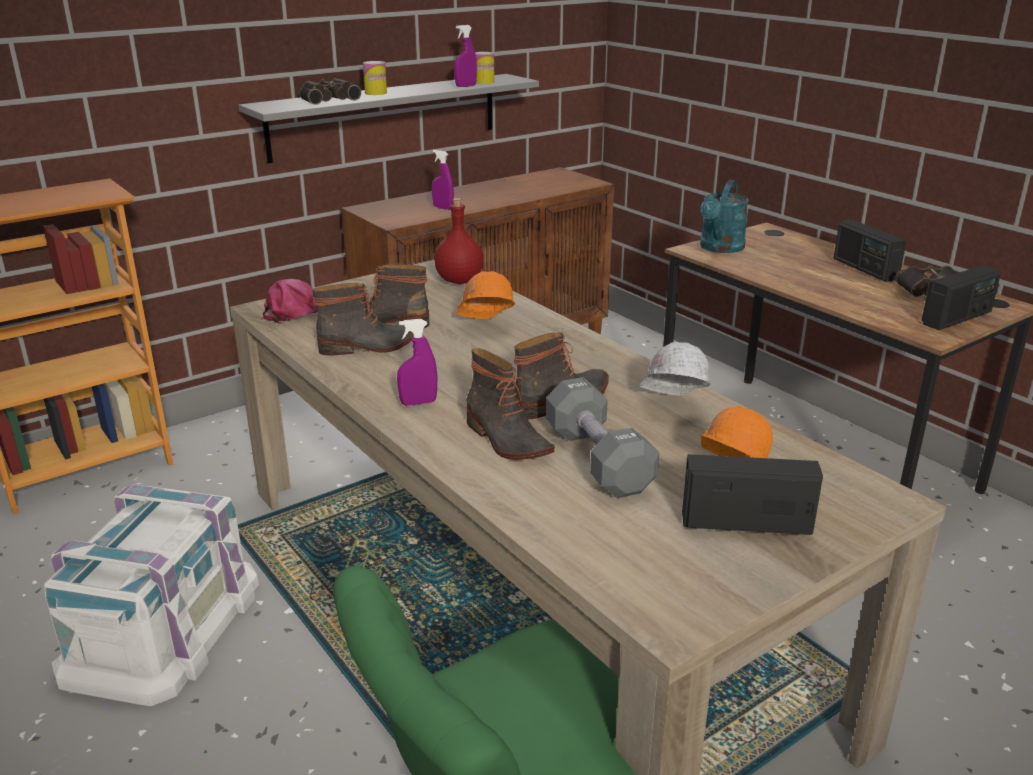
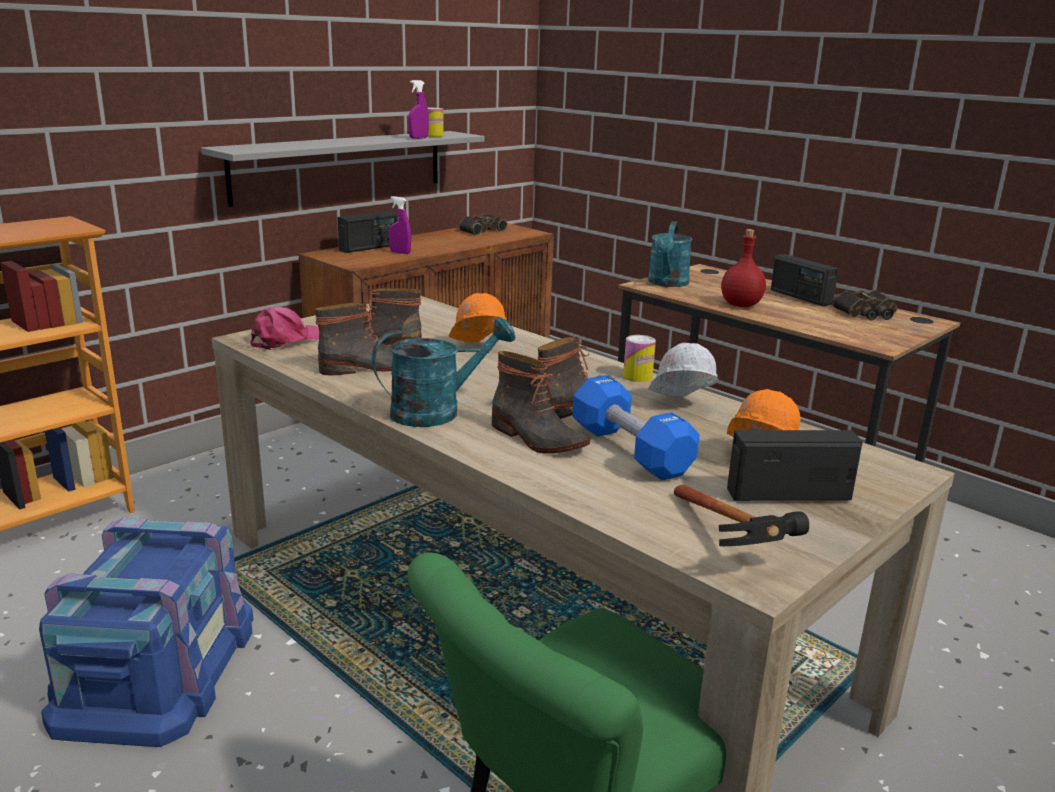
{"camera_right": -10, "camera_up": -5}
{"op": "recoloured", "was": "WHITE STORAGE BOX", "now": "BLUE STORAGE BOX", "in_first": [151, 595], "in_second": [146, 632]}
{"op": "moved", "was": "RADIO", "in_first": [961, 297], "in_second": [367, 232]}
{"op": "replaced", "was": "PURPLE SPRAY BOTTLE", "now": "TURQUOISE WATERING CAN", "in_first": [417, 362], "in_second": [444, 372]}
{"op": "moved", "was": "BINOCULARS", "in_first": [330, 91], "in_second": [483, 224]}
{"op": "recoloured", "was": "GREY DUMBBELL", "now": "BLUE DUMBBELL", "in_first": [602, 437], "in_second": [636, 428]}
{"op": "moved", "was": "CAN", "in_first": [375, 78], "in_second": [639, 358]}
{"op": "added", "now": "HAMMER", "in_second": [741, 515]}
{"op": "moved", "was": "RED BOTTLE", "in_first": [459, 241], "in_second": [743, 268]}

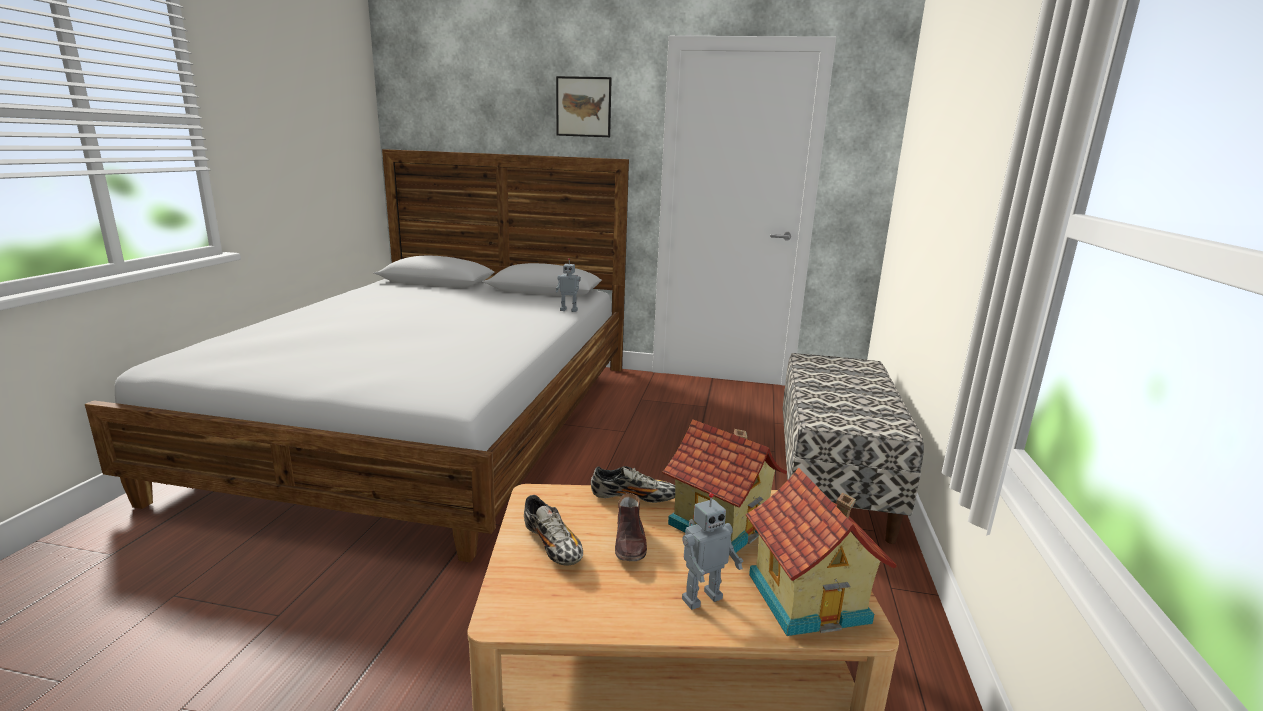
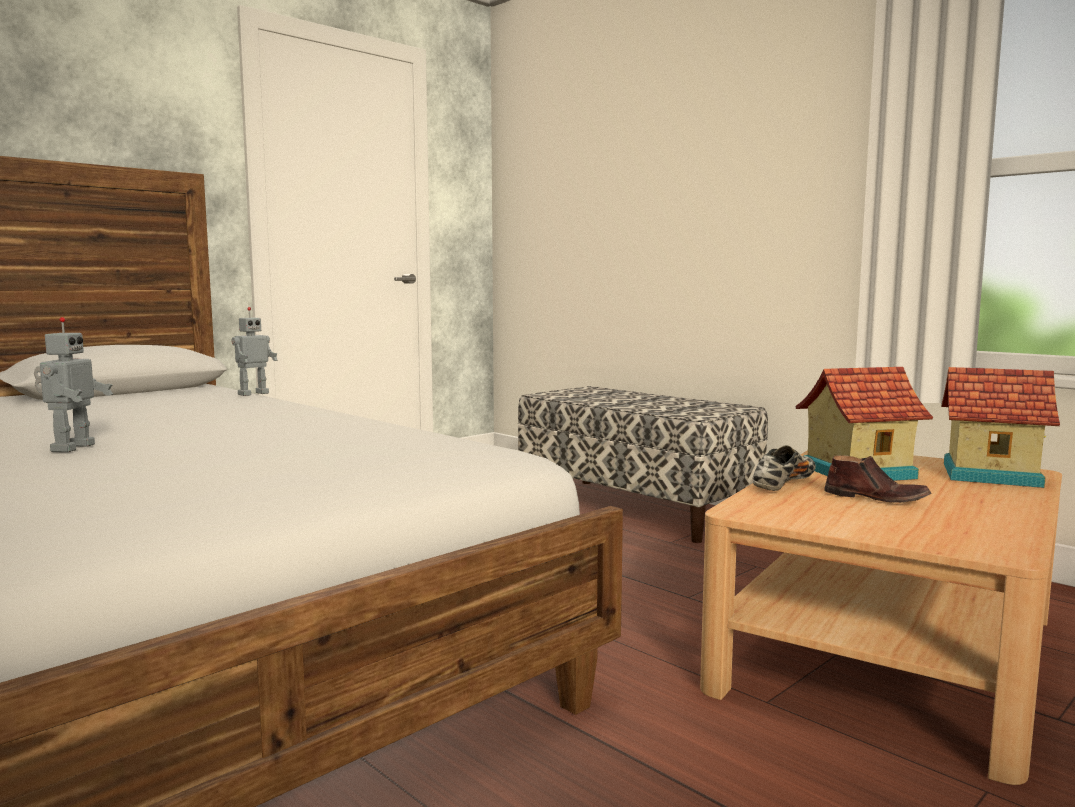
{"camera_right": -55, "camera_up": -10}
{"op": "moved", "was": "TOY ROBOT", "in_first": [712, 551], "in_second": [73, 384]}
{"op": "removed", "was": "SHOE", "in_first": [553, 530]}
{"op": "removed", "was": "PICTURE", "in_first": [584, 106]}

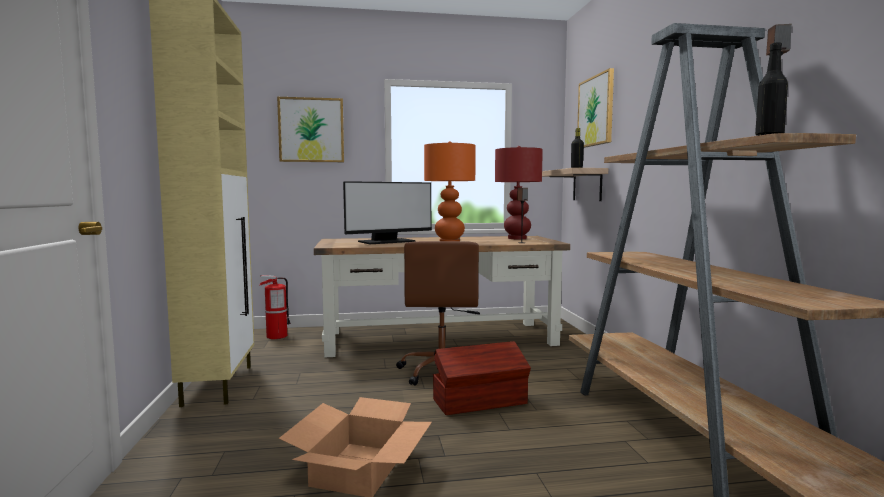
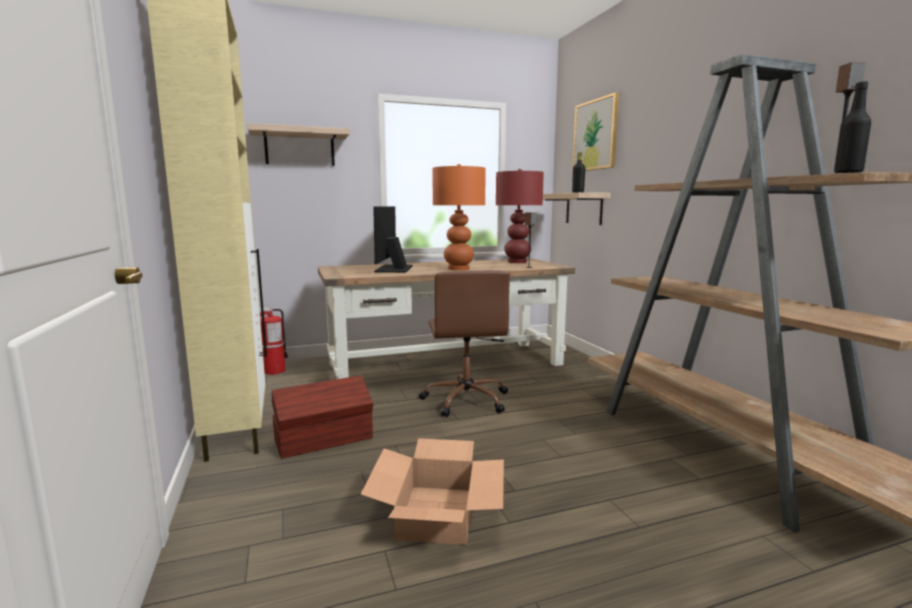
{"camera_right": -10, "camera_up": 5}
{"op": "replaced", "was": "PICTURE", "now": "SHELF", "in_first": [310, 129], "in_second": [298, 144]}
{"op": "moved", "was": "BROWN STORAGE BOX", "in_first": [482, 378], "in_second": [322, 417]}
{"op": "turned", "was": "MONITOR", "in_first": [387, 212], "in_second": [393, 239], "clockwise": 135}

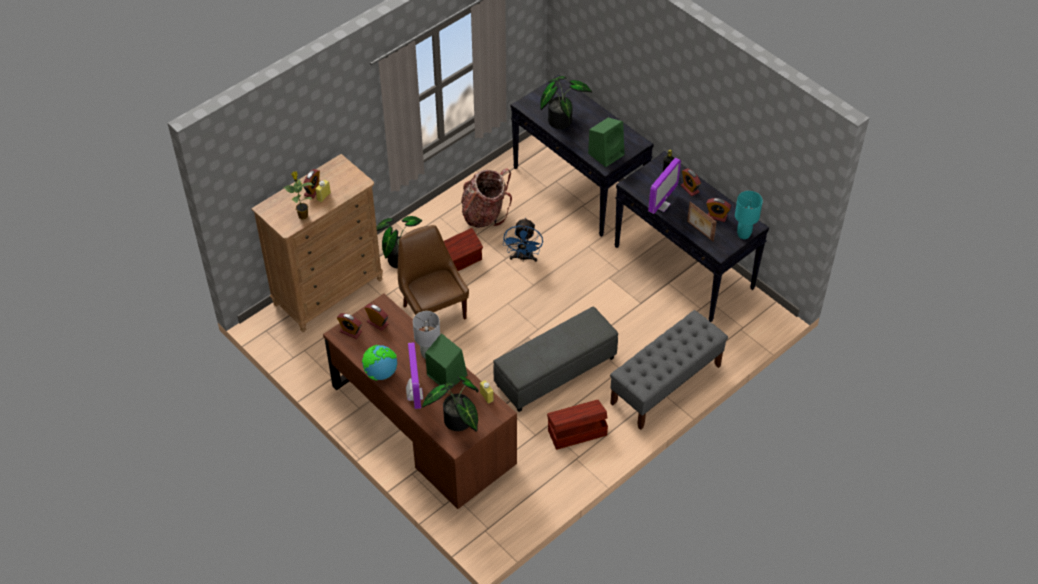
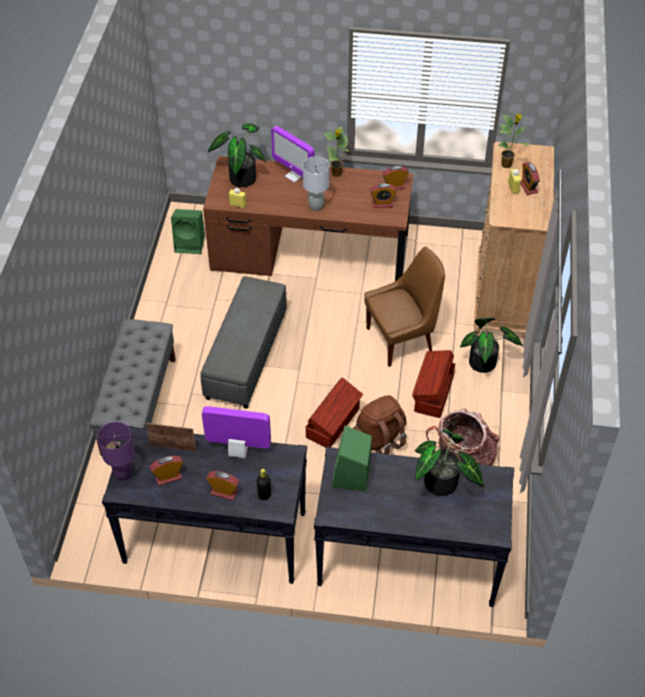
{"camera_right": 140, "camera_up": 0}
{"op": "recoloured", "was": "TURQUOISE TABLE LAMP", "now": "PURPLE TABLE LAMP", "in_first": [749, 215], "in_second": [116, 451]}
{"op": "moved", "was": "GREEN SPEAKER", "in_first": [446, 362], "in_second": [188, 231]}
{"op": "turned", "was": "MONITOR", "in_first": [664, 186], "in_second": [236, 432], "clockwise": 105}
{"op": "moved", "was": "BROWN STORAGE BOX", "in_first": [577, 425], "in_second": [334, 412]}
{"op": "replaced", "was": "GLOBE", "now": "POTTED PLANT", "in_first": [379, 363], "in_second": [336, 151]}
{"op": "replaced", "was": "BLUE FAN", "now": "BROWN BACKPACK", "in_first": [523, 240], "in_second": [380, 424]}
{"op": "turned", "was": "BROWN CHAIR", "in_first": [433, 276], "in_second": [404, 307], "clockwise": -45}

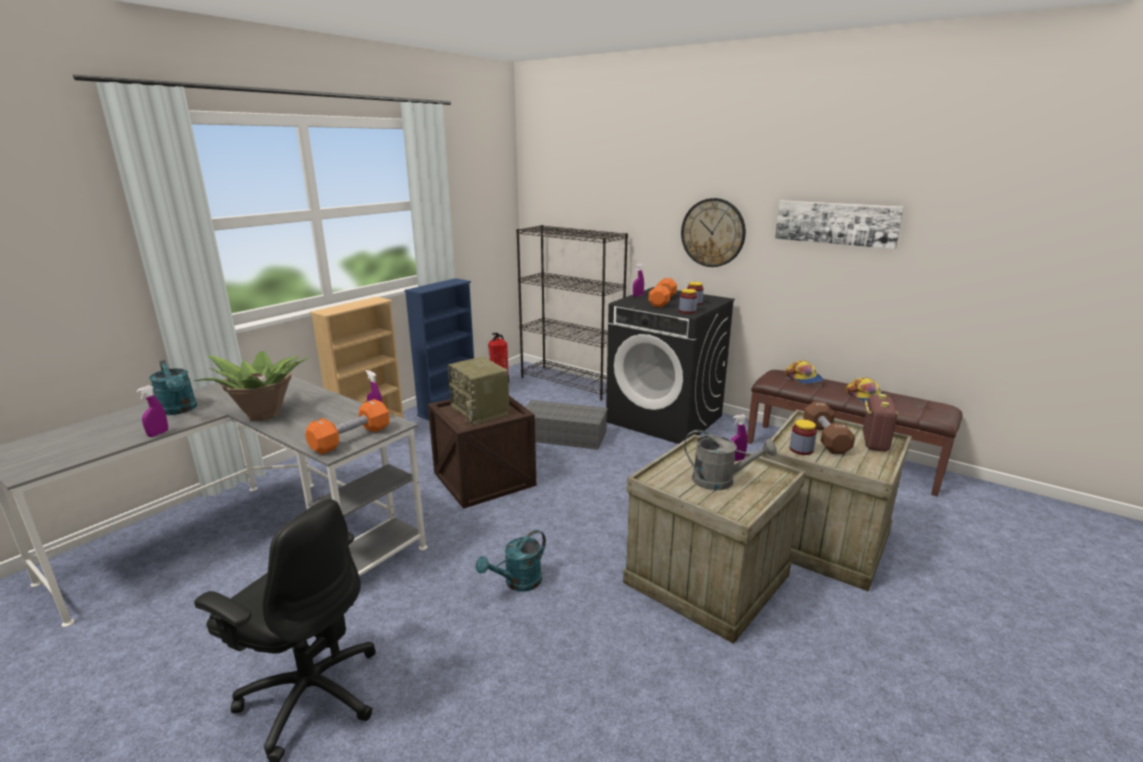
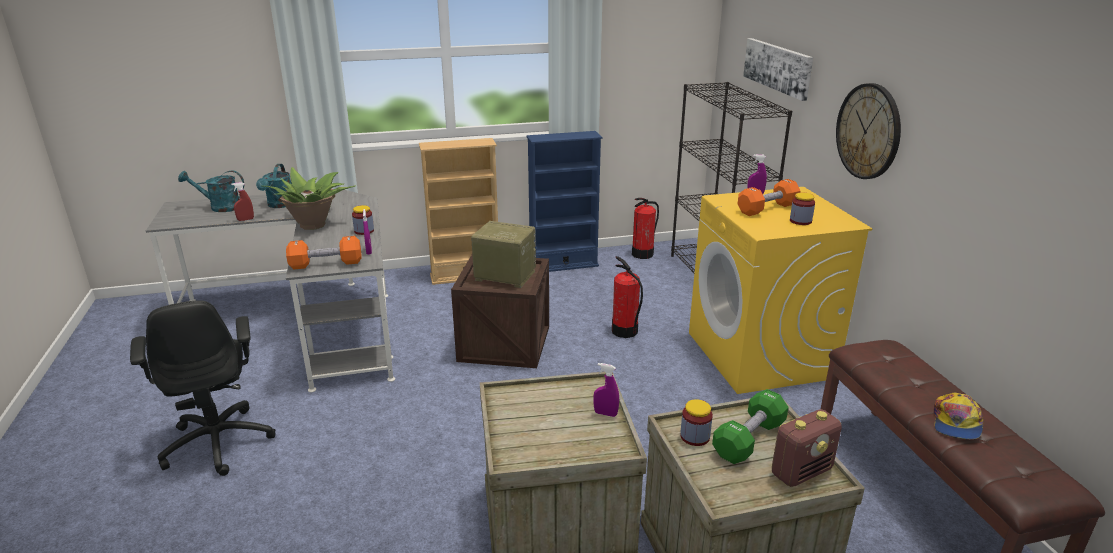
{"camera_right": 40, "camera_up": 5}
{"op": "moved", "was": "TURQUOISE WATERING CAN", "in_first": [511, 561], "in_second": [211, 191]}
{"op": "recoloured", "was": "PURPLE SPRAY BOTTLE", "now": "RED SPRAY BOTTLE", "in_first": [152, 411], "in_second": [242, 201]}
{"op": "moved", "was": "JAR", "in_first": [688, 301], "in_second": [363, 220]}
{"op": "turned", "was": "RADIO", "in_first": [478, 390], "in_second": [503, 254], "clockwise": 105}
{"op": "replaced", "was": "GREY STORAGE BOX", "now": "FIRE EXTINGUISHER", "in_first": [566, 425], "in_second": [627, 297]}
{"op": "recoloured", "was": "BLACK WASHING MACHINE", "now": "YELLOW WASHING MACHINE", "in_first": [670, 365], "in_second": [781, 290]}
{"op": "recoloured", "was": "BROWN DUMBBELL", "now": "GREEN DUMBBELL", "in_first": [829, 428], "in_second": [750, 426]}
{"op": "moved", "was": "PICTURE", "in_first": [839, 225], "in_second": [778, 69]}
{"op": "removed", "was": "GREY WATERING CAN", "in_first": [730, 460]}
{"op": "removed", "was": "CAP", "in_first": [804, 372]}

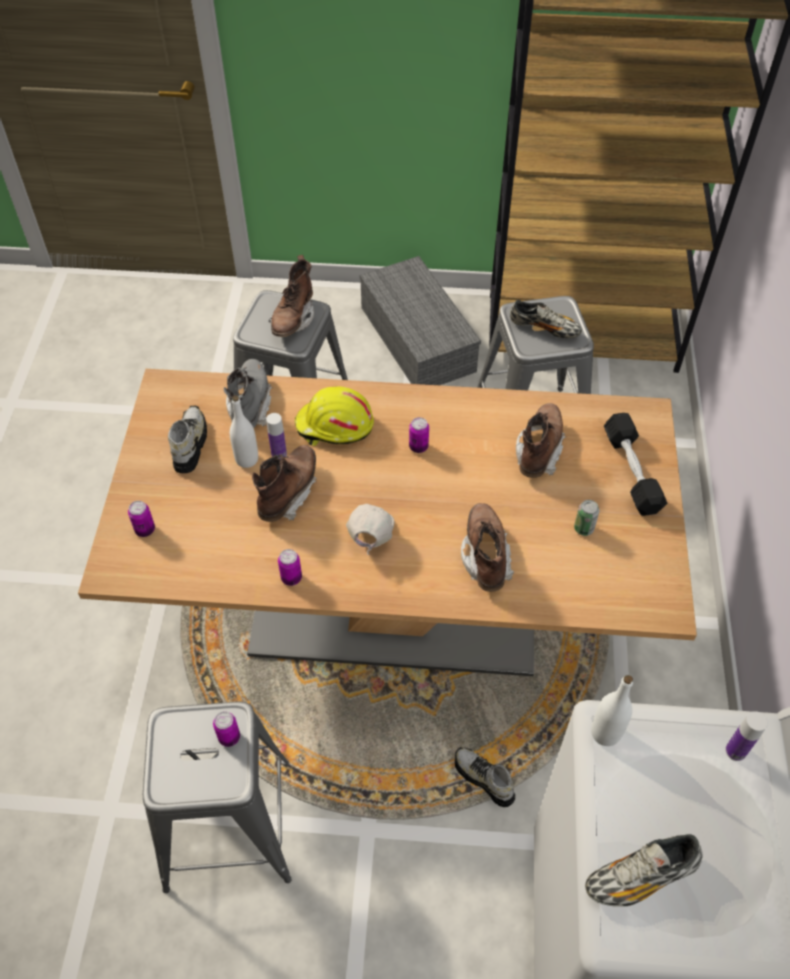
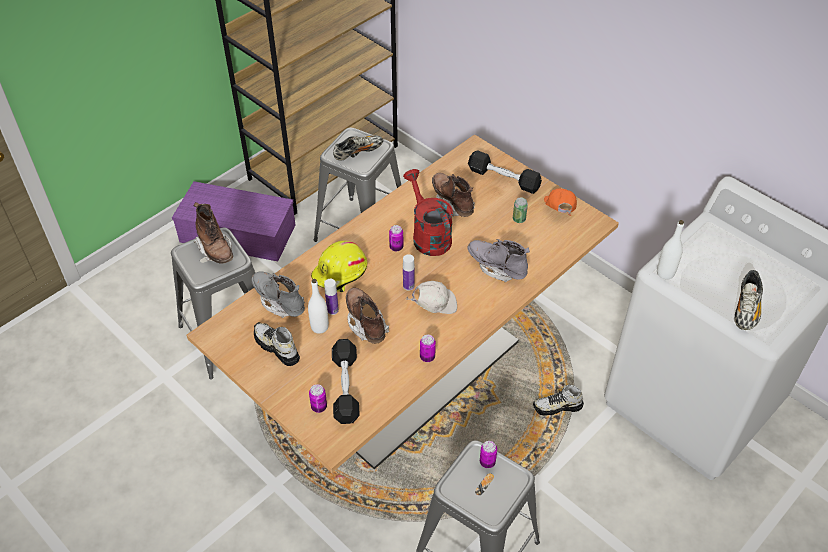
{"camera_right": -50, "camera_up": -5}
{"op": "recoloured", "was": "GREY STORAGE BOX", "now": "PURPLE STORAGE BOX", "in_first": [420, 320], "in_second": [233, 221]}
{"op": "added", "now": "BLACK DUMBBELL", "in_second": [346, 381]}
{"op": "added", "now": "RED WATERING CAN", "in_second": [428, 212]}
{"op": "moved", "was": "BOTTLE", "in_first": [746, 736], "in_second": [409, 272]}
{"op": "turned", "was": "WHITE CAP", "in_first": [370, 529], "in_second": [431, 297], "clockwise": 120}
{"op": "recoloured", "was": "BROWN BOOT", "now": "GREY BOOT", "in_first": [487, 547], "in_second": [498, 260]}
{"op": "added", "now": "ORANGE CAP", "in_second": [560, 202]}

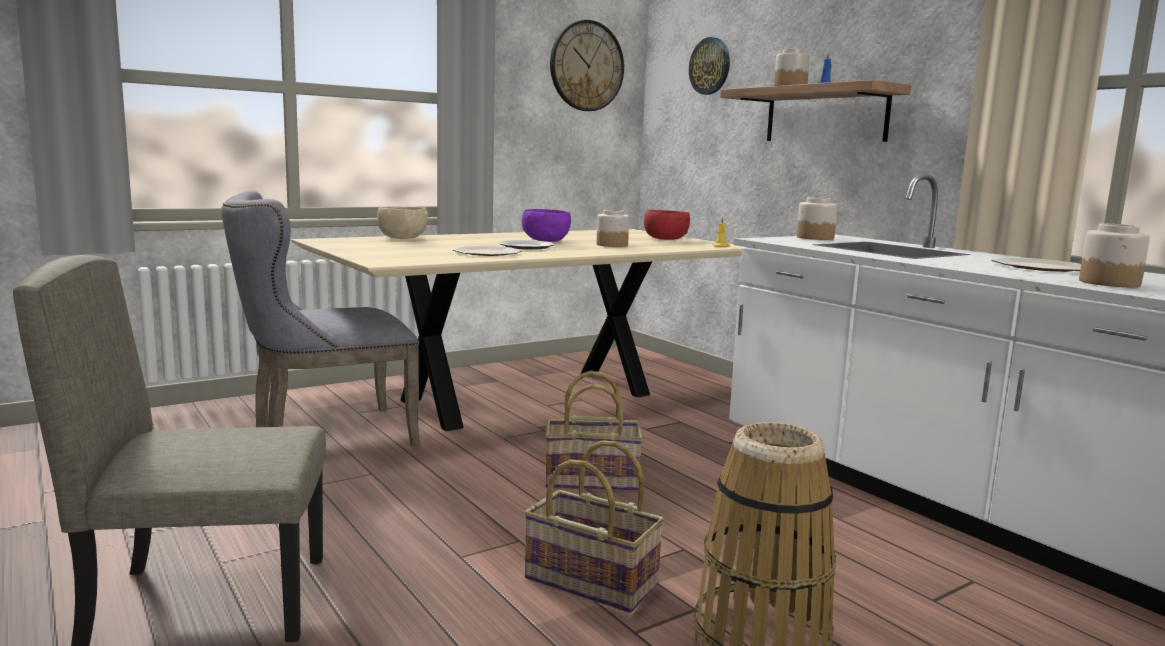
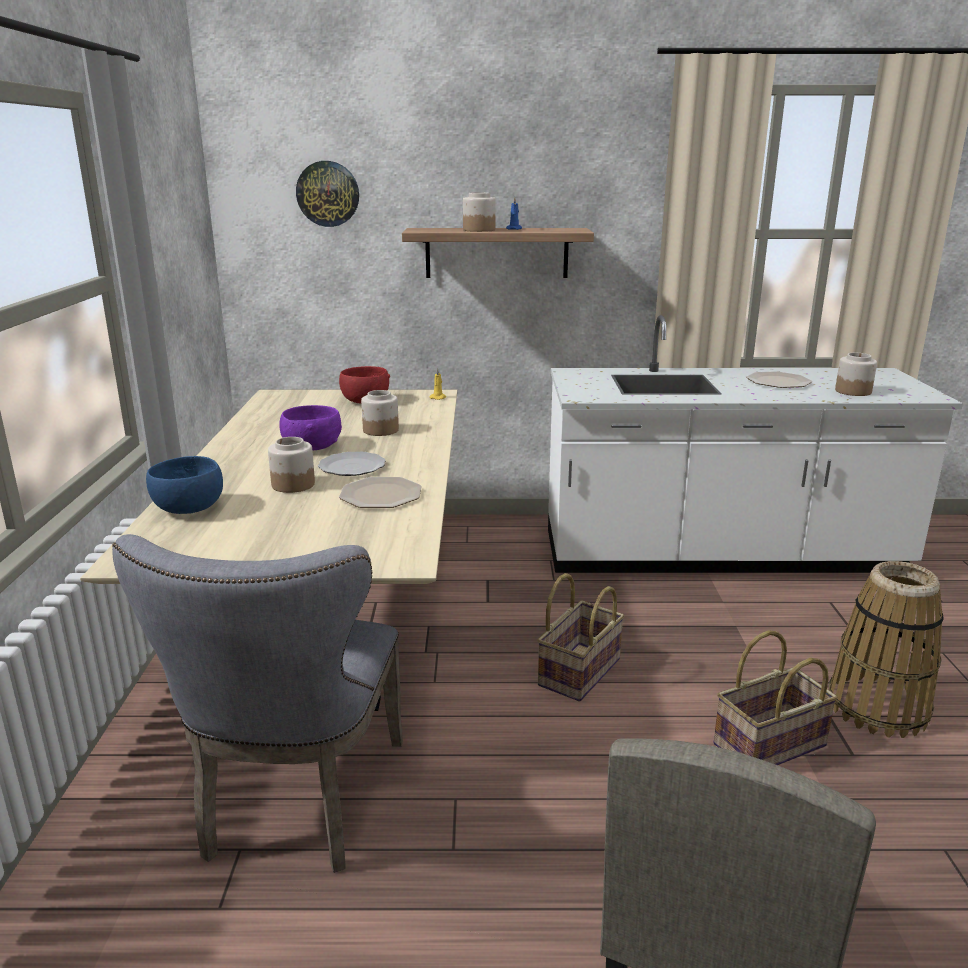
{"camera_right": -55, "camera_up": 10}
{"op": "recoloured", "was": "BEIGE BOWL", "now": "BLUE BOWL", "in_first": [402, 222], "in_second": [184, 485]}
{"op": "moved", "was": "JAR", "in_first": [817, 218], "in_second": [291, 465]}
{"op": "removed", "was": "WALL CLOCK", "in_first": [587, 65]}

